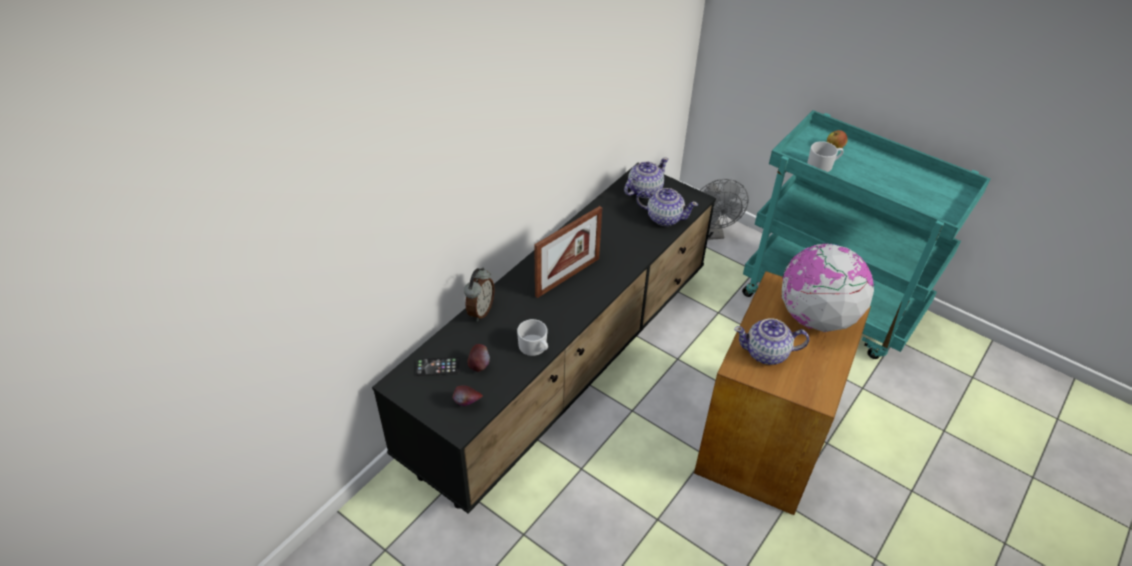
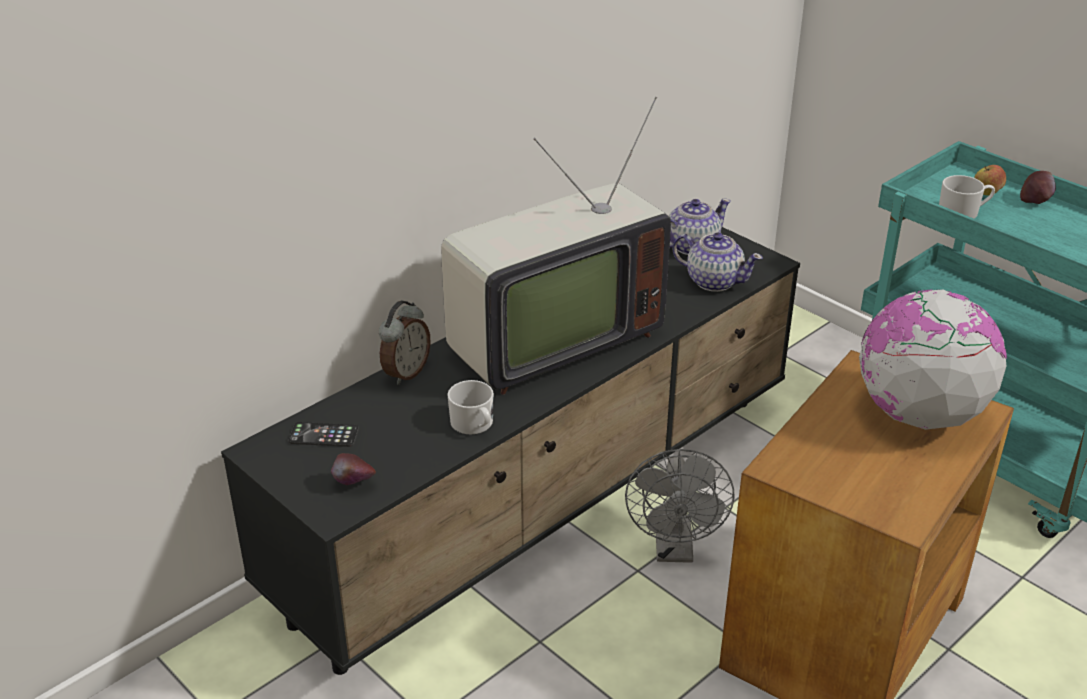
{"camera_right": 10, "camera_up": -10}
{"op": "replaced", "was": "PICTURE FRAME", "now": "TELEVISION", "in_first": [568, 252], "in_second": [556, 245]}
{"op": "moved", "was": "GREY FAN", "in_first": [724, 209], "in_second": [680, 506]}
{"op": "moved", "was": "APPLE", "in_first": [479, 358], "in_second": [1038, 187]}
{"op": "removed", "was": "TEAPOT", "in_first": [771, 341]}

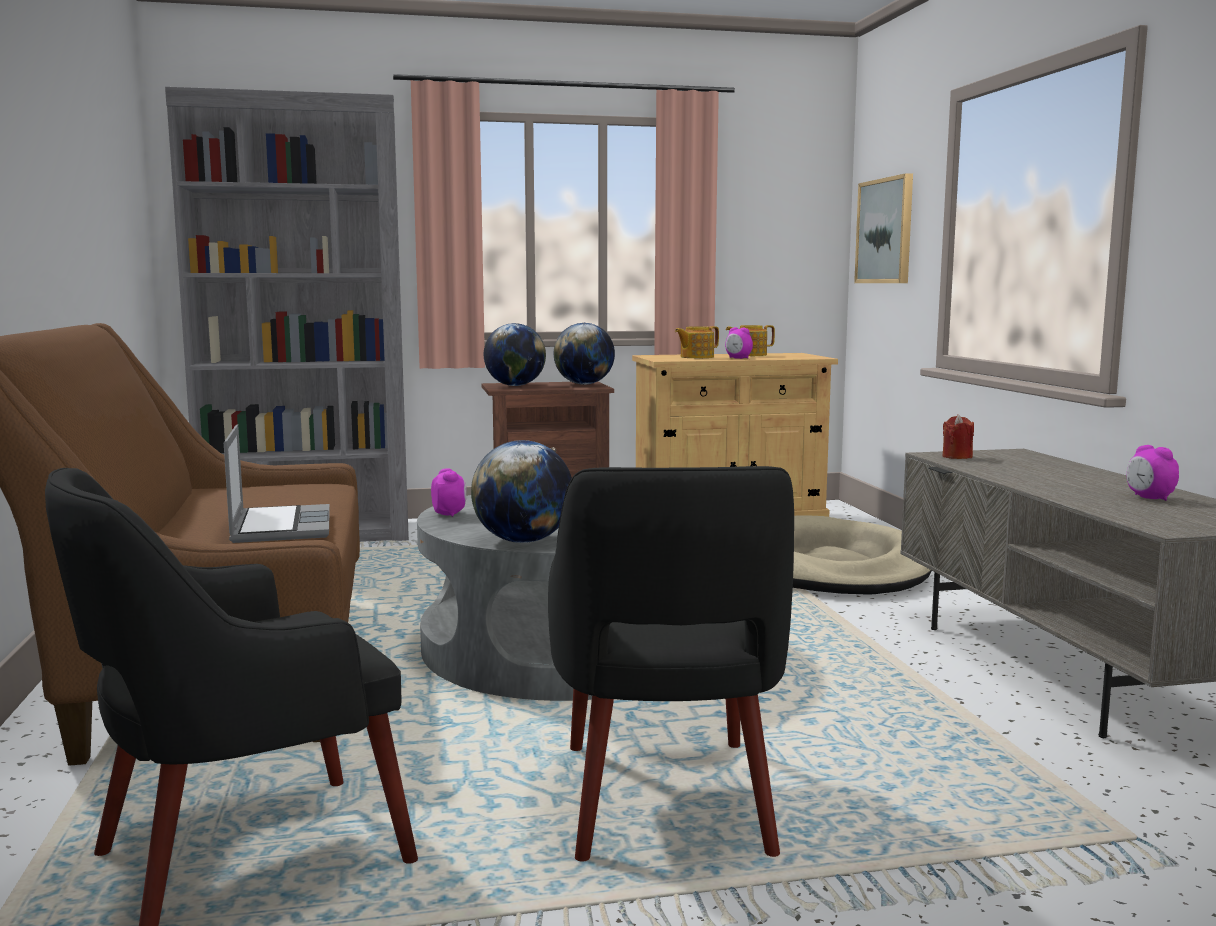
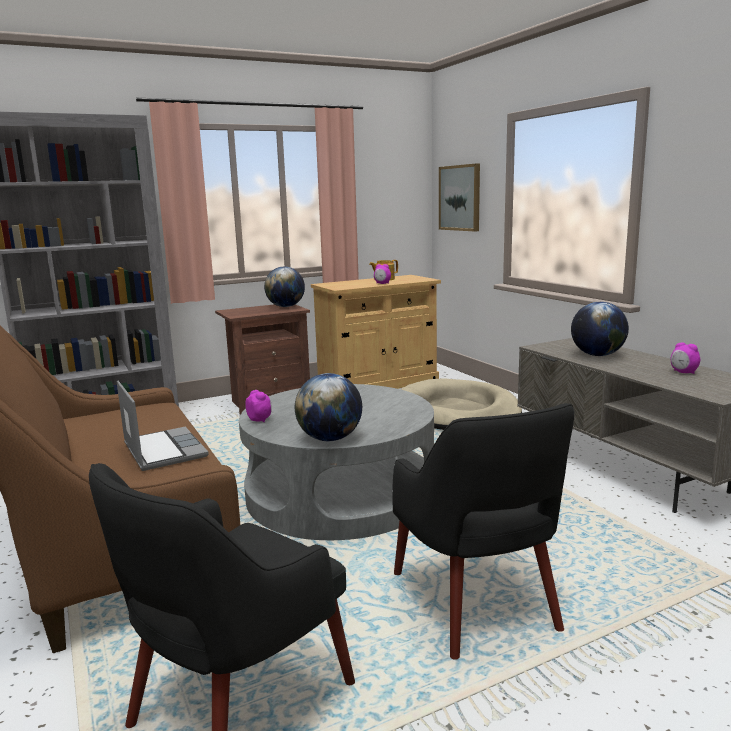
{"camera_right": -15, "camera_up": 5}
{"op": "moved", "was": "GLOBE", "in_first": [515, 354], "in_second": [600, 329]}
{"op": "removed", "was": "TEAPOT", "in_first": [697, 342]}
{"op": "removed", "was": "RED CANDLE", "in_first": [958, 437]}

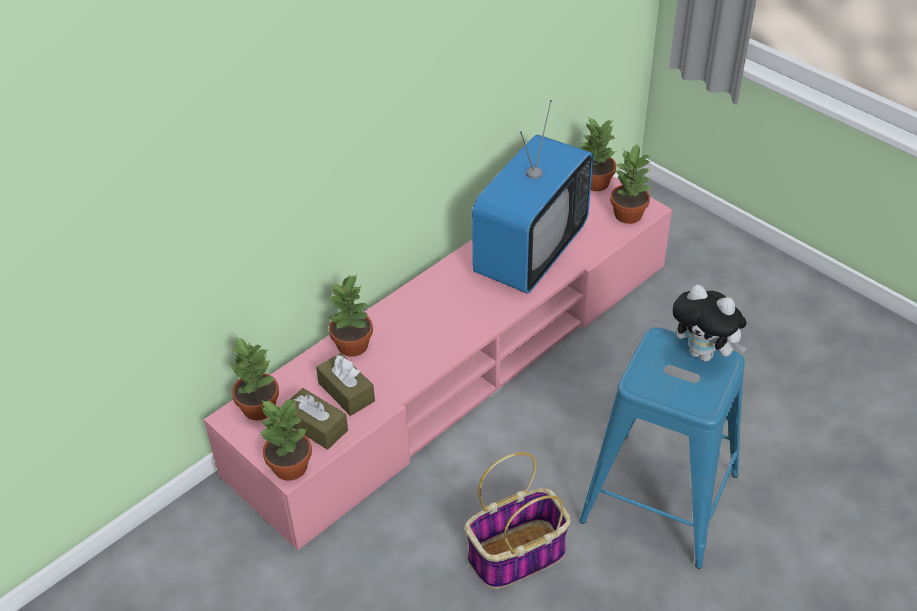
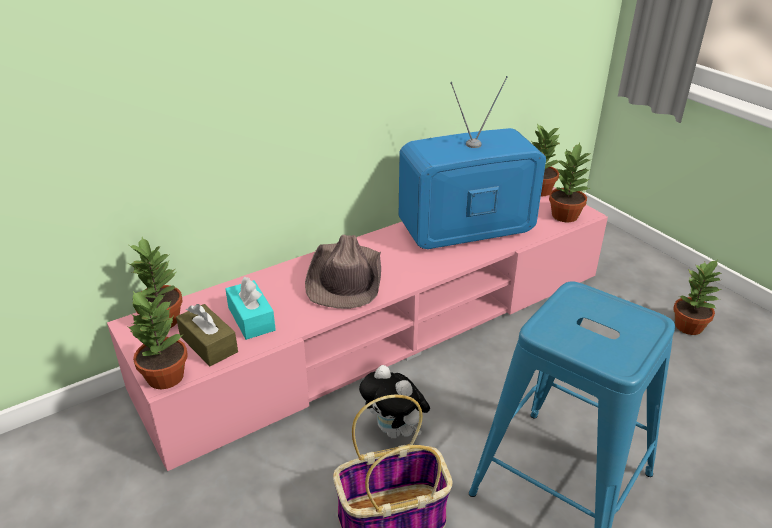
{"camera_right": 10, "camera_up": -10}
{"op": "recoloured", "was": "BROWN TISSUE BOX", "now": "TURQUOISE TISSUE BOX", "in_first": [345, 384], "in_second": [250, 308]}
{"op": "added", "now": "BROWN HAT", "in_second": [343, 271]}
{"op": "moved", "was": "PLUSH TOY", "in_first": [710, 323], "in_second": [394, 402]}
{"op": "turned", "was": "TELEVISION", "in_first": [532, 196], "in_second": [472, 162], "clockwise": -150}
{"op": "moved", "was": "POTTED PLANT", "in_first": [350, 315], "in_second": [697, 297]}

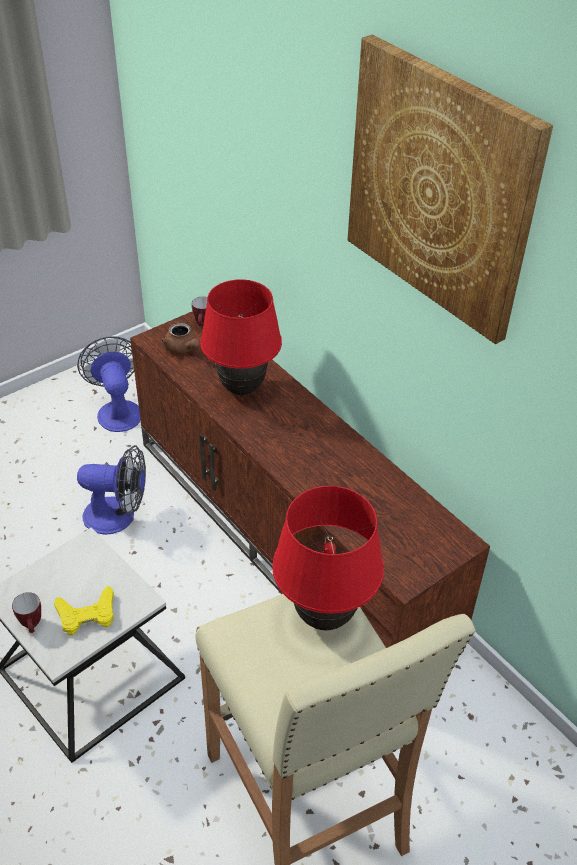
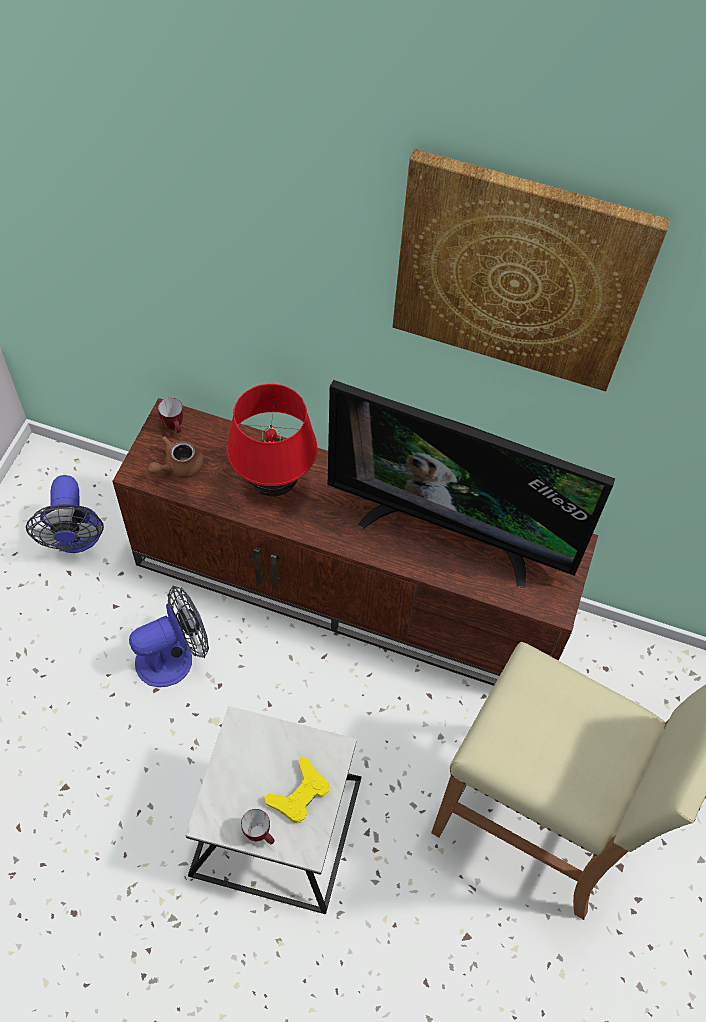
{"camera_right": -35, "camera_up": 15}
{"op": "turned", "was": "FAN", "in_first": [109, 384], "in_second": [65, 514], "clockwise": -135}
{"op": "turned", "was": "BROWN TEAPOT", "in_first": [180, 338], "in_second": [175, 457], "clockwise": 120}
{"op": "added", "now": "TELEVISION", "in_second": [471, 483]}
{"op": "removed", "was": "RED TABLE LAMP", "in_first": [328, 558]}

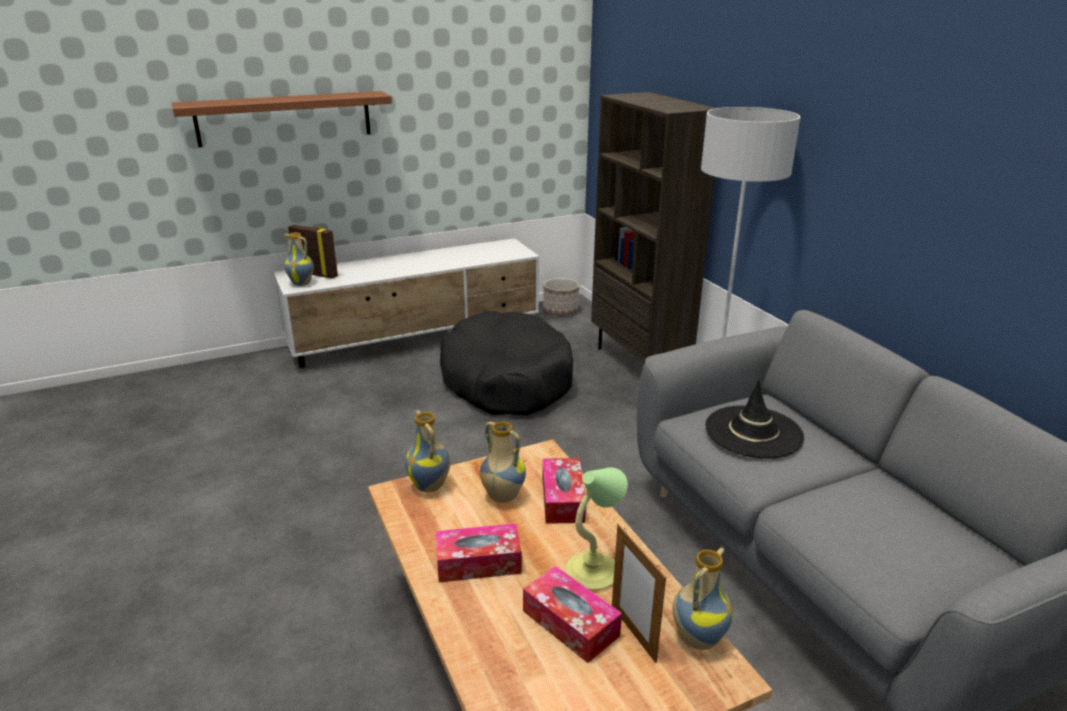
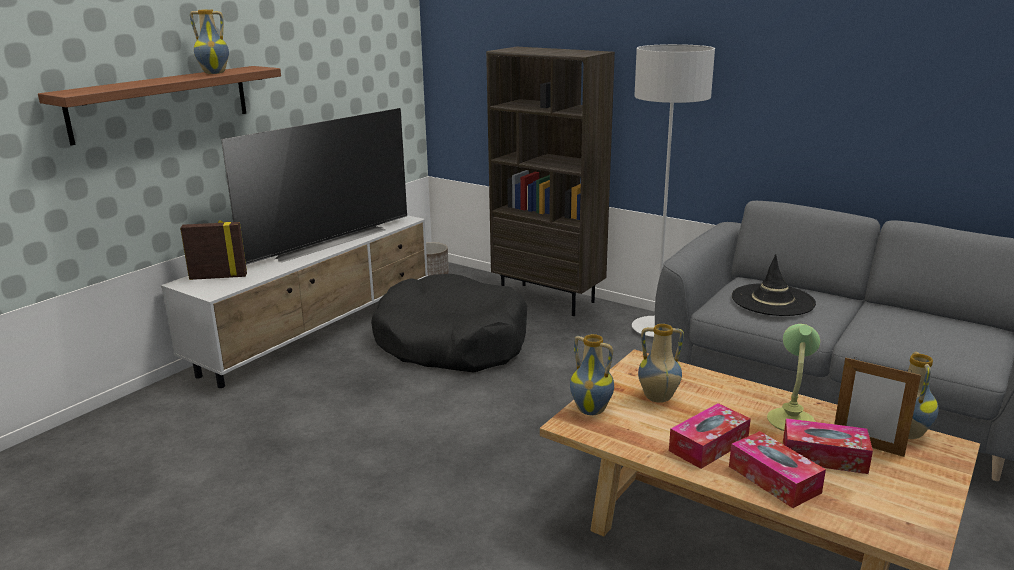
{"camera_right": -30, "camera_up": -5}
{"op": "moved", "was": "VASE", "in_first": [299, 259], "in_second": [209, 41]}
{"op": "added", "now": "TELEVISION", "in_second": [314, 186]}
{"op": "moved", "was": "TISSUE BOX", "in_first": [564, 491], "in_second": [777, 469]}

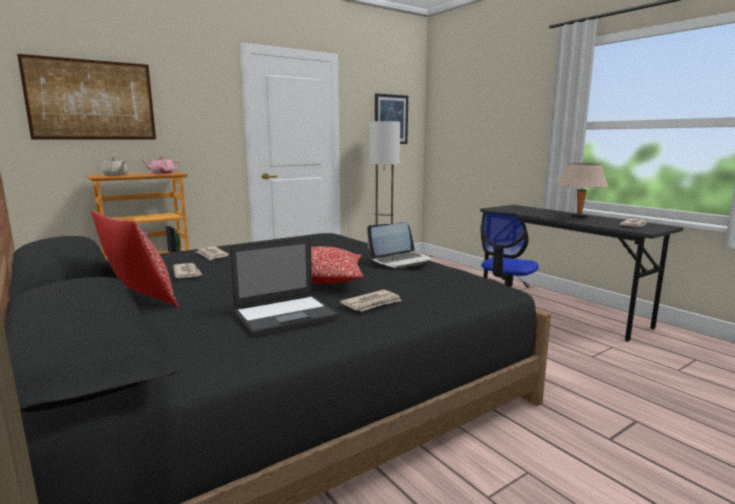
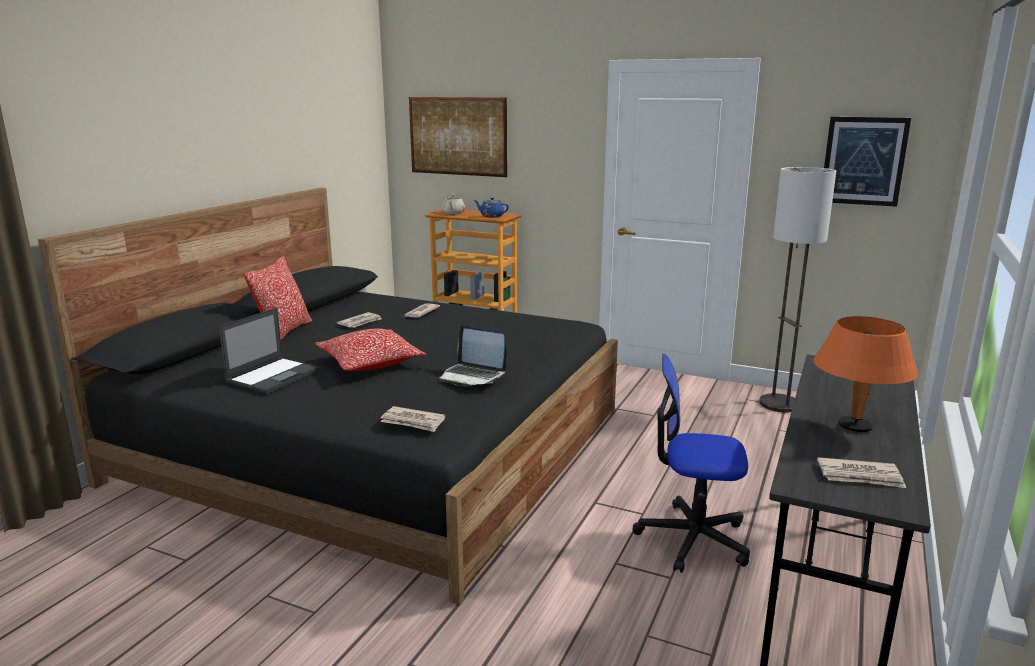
{"camera_right": 60, "camera_up": 5}
{"op": "turned", "was": "LAPTOP", "in_first": [284, 286], "in_second": [270, 351], "clockwise": -90}
{"op": "moved", "was": "NEWSPAPER", "in_first": [371, 301], "in_second": [413, 419]}
{"op": "recoloured", "was": "PINK TEAPOT", "now": "BLUE TEAPOT", "in_first": [160, 165], "in_second": [491, 207]}
{"op": "recoloured", "was": "BEIGE TABLE LAMP", "now": "ORANGE TABLE LAMP", "in_first": [582, 191], "in_second": [865, 374]}

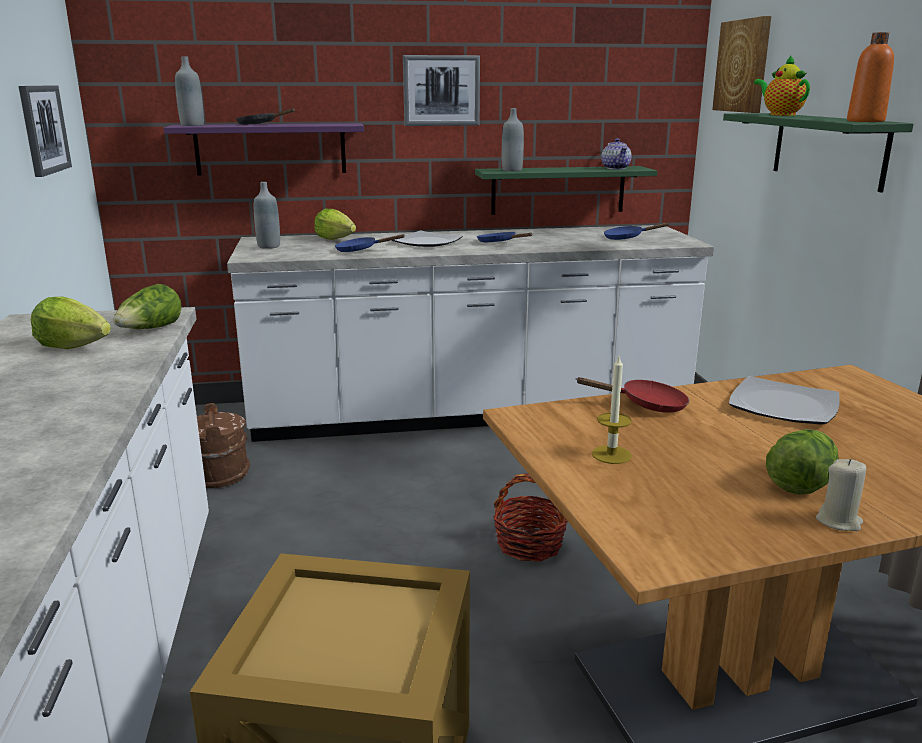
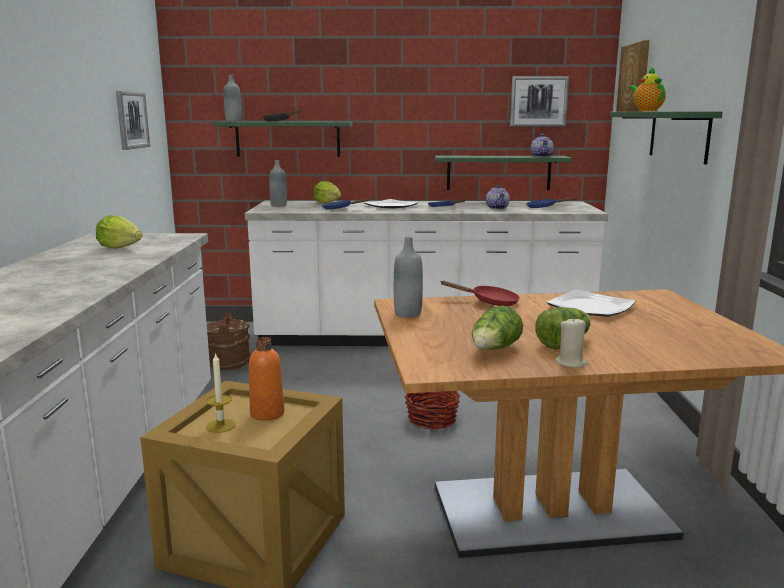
{"camera_right": 10, "camera_up": -5}
{"op": "moved", "was": "CANDLE", "in_first": [612, 410], "in_second": [221, 392]}
{"op": "recoloured", "was": "PURPLE SHELF", "now": "GREEN SHELF", "in_first": [264, 149], "in_second": [283, 139]}
{"op": "moved", "was": "ORANGE BOTTLE", "in_first": [870, 77], "in_second": [266, 378]}
{"op": "moved", "was": "GREY BOTTLE", "in_first": [513, 139], "in_second": [408, 277]}
{"op": "moved", "was": "LETTUCE", "in_first": [147, 306], "in_second": [497, 328]}
{"op": "added", "now": "TEAPOT", "in_second": [498, 197]}
{"op": "moved", "was": "PICTURE", "in_first": [441, 90], "in_second": [539, 101]}

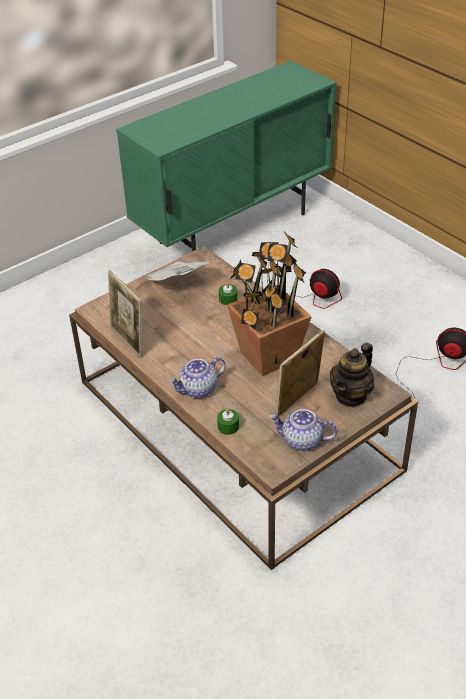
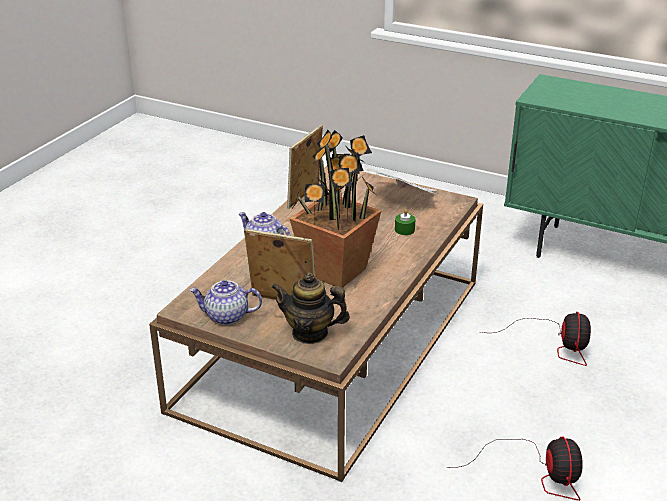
{"camera_right": 65, "camera_up": -10}
{"op": "turned", "was": "TEAPOT", "in_first": [303, 430], "in_second": [225, 302], "clockwise": -75}
{"op": "removed", "was": "GREEN CANDLE", "in_first": [228, 421]}

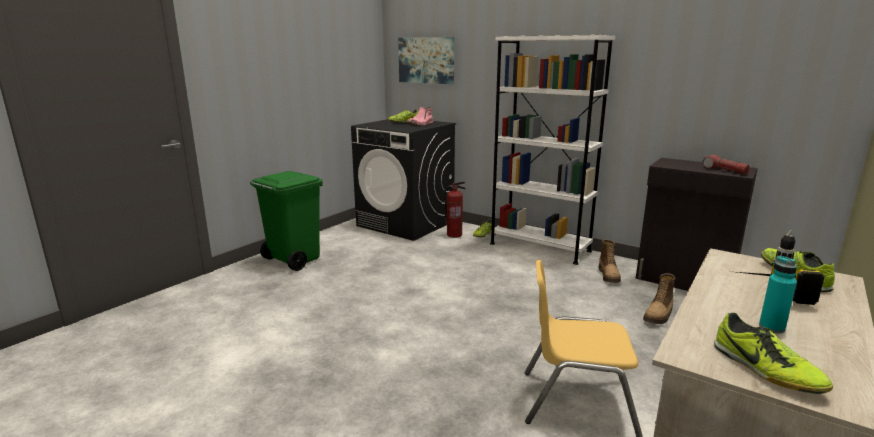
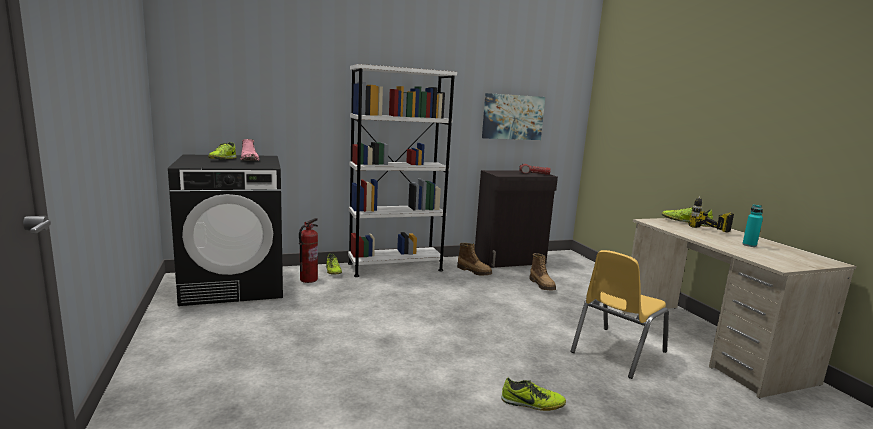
{"camera_right": -55, "camera_up": -5}
{"op": "moved", "was": "PICTURE", "in_first": [426, 60], "in_second": [513, 116]}
{"op": "moved", "was": "SHOE", "in_first": [773, 353], "in_second": [533, 394]}
{"op": "removed", "was": "GREEN TRASH CAN", "in_first": [286, 221]}

